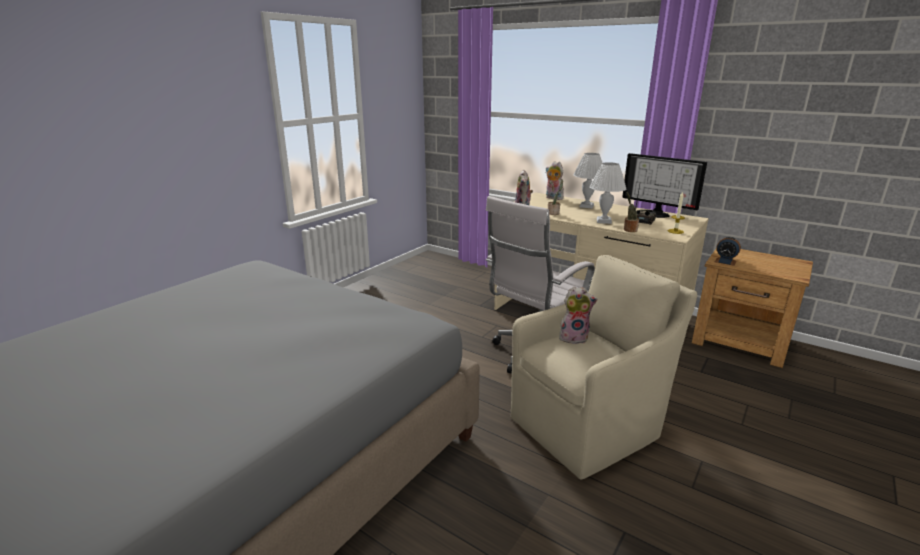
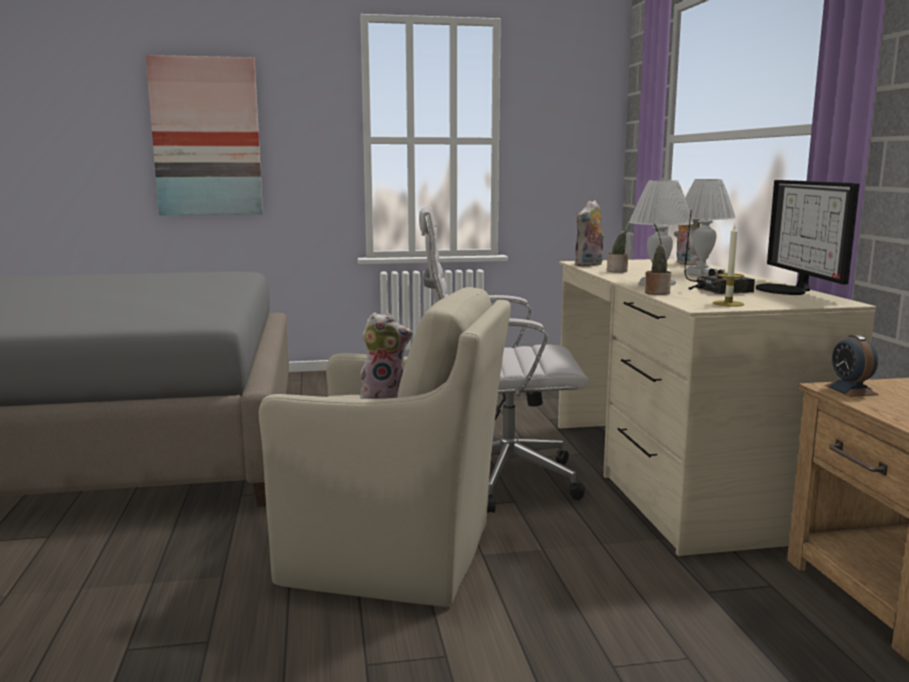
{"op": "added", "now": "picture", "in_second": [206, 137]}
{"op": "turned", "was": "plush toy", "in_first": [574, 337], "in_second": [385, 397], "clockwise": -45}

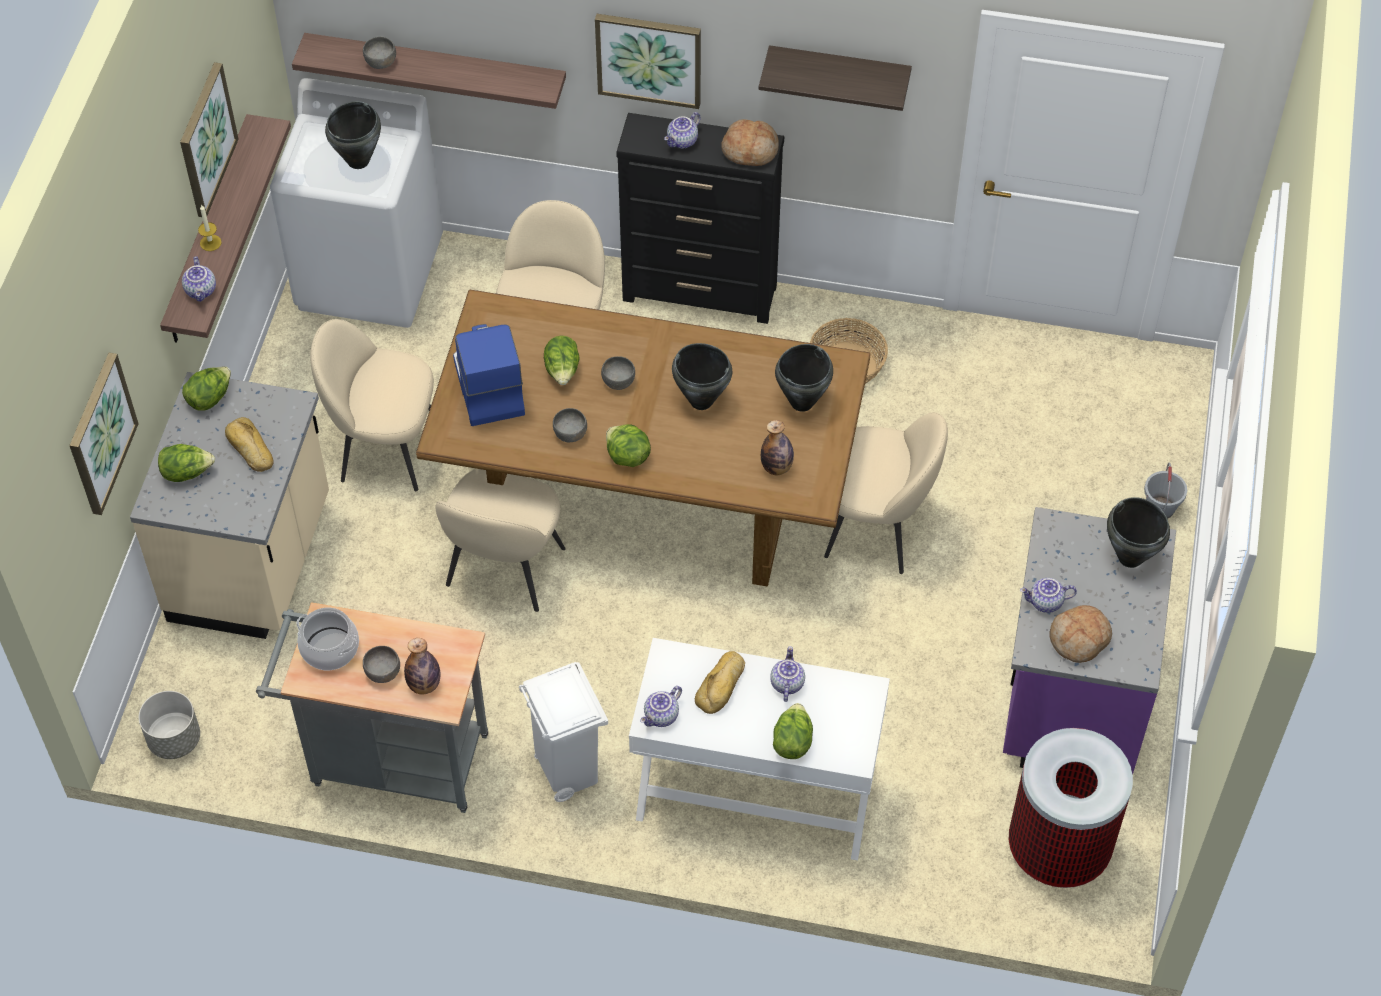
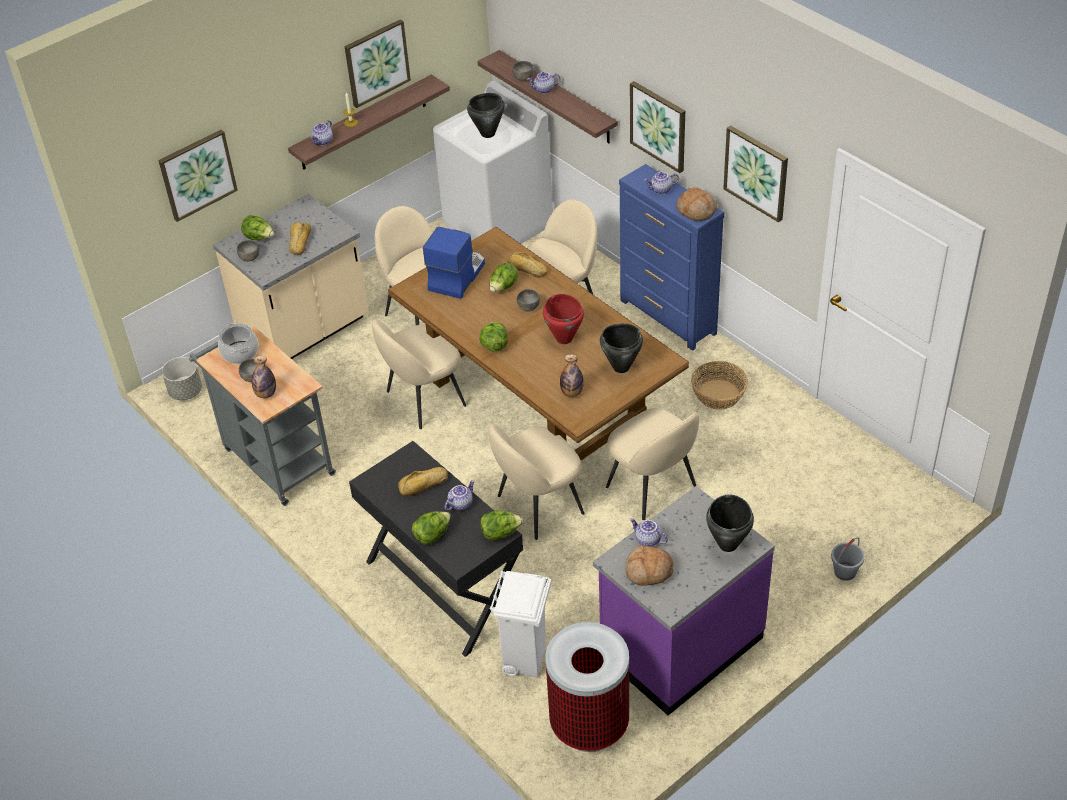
{"op": "added", "now": "beige chair", "in_second": [538, 506]}
{"op": "added", "now": "bread", "in_second": [526, 268]}
{"op": "moved", "was": "lettuce", "in_first": [210, 398], "in_second": [500, 533]}
{"op": "moved", "was": "white trash can", "in_first": [567, 772], "in_second": [525, 660]}
{"op": "moved", "was": "grey bowl", "in_first": [570, 433], "in_second": [249, 257]}
{"op": "moved", "was": "teapot", "in_first": [661, 716], "in_second": [544, 90]}
{"op": "replaced", "was": "shelf", "now": "picture", "in_first": [838, 73], "in_second": [756, 172]}
{"op": "recoloured", "was": "black dresser", "now": "blue dresser", "in_first": [701, 294], "in_second": [668, 317]}
{"op": "recoloured", "was": "white desk", "now": "black desk", "in_first": [755, 793], "in_second": [443, 587]}
{"op": "recoloured", "was": "black cooking pot", "now": "red cooking pot", "in_first": [701, 400], "in_second": [564, 338]}

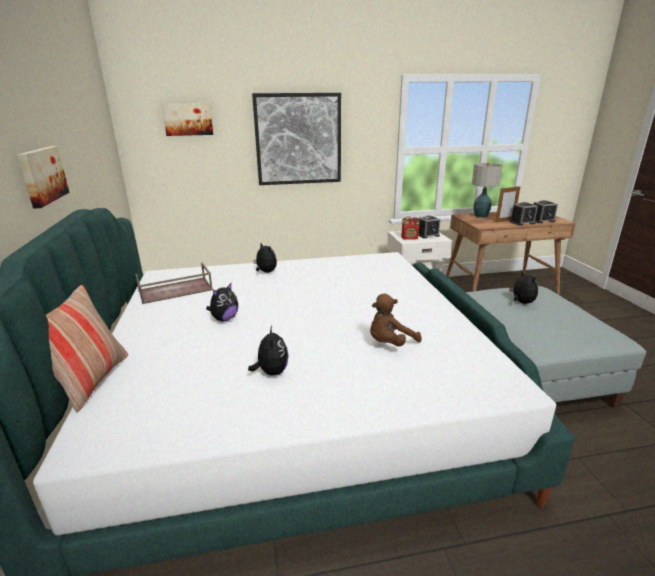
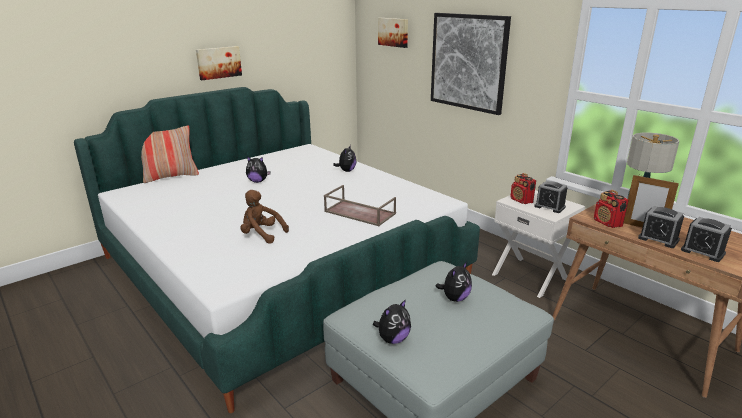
{"op": "added", "now": "radio", "in_second": [608, 223]}
{"op": "moved", "was": "brown tray", "in_first": [175, 291], "in_second": [358, 213]}
{"op": "moved", "was": "plush toy", "in_first": [271, 372], "in_second": [393, 339]}

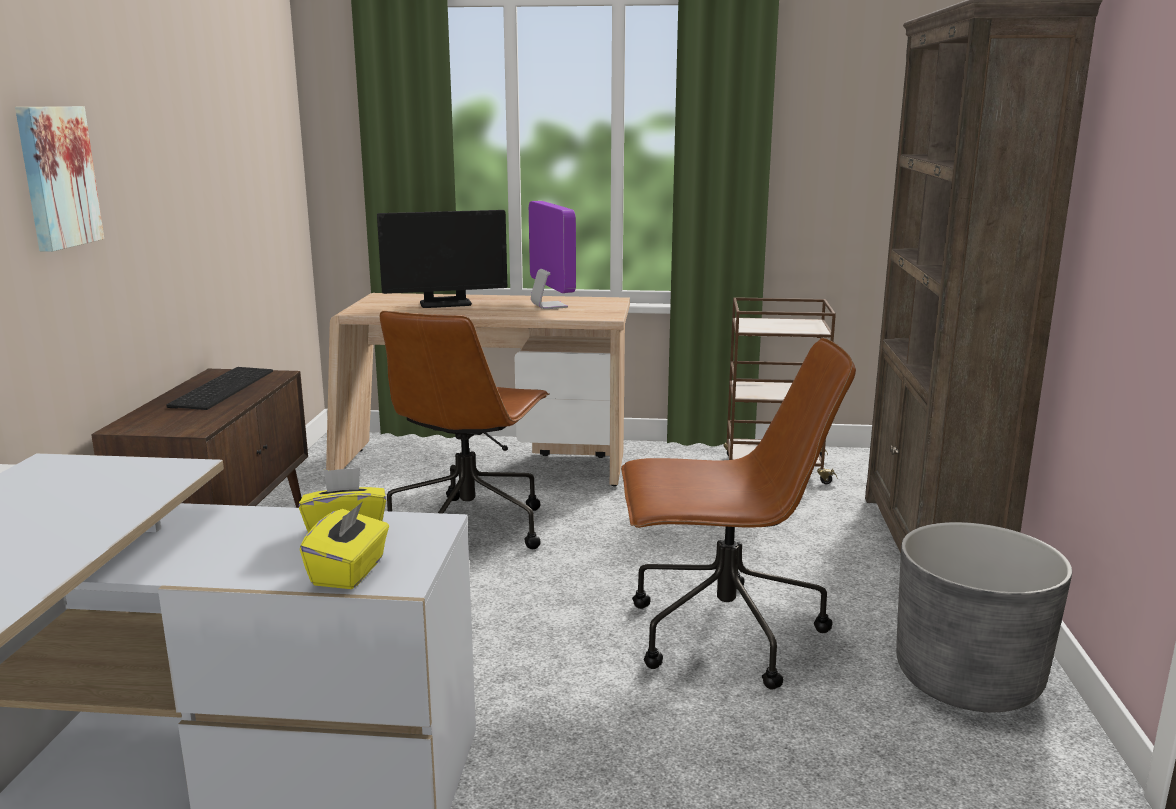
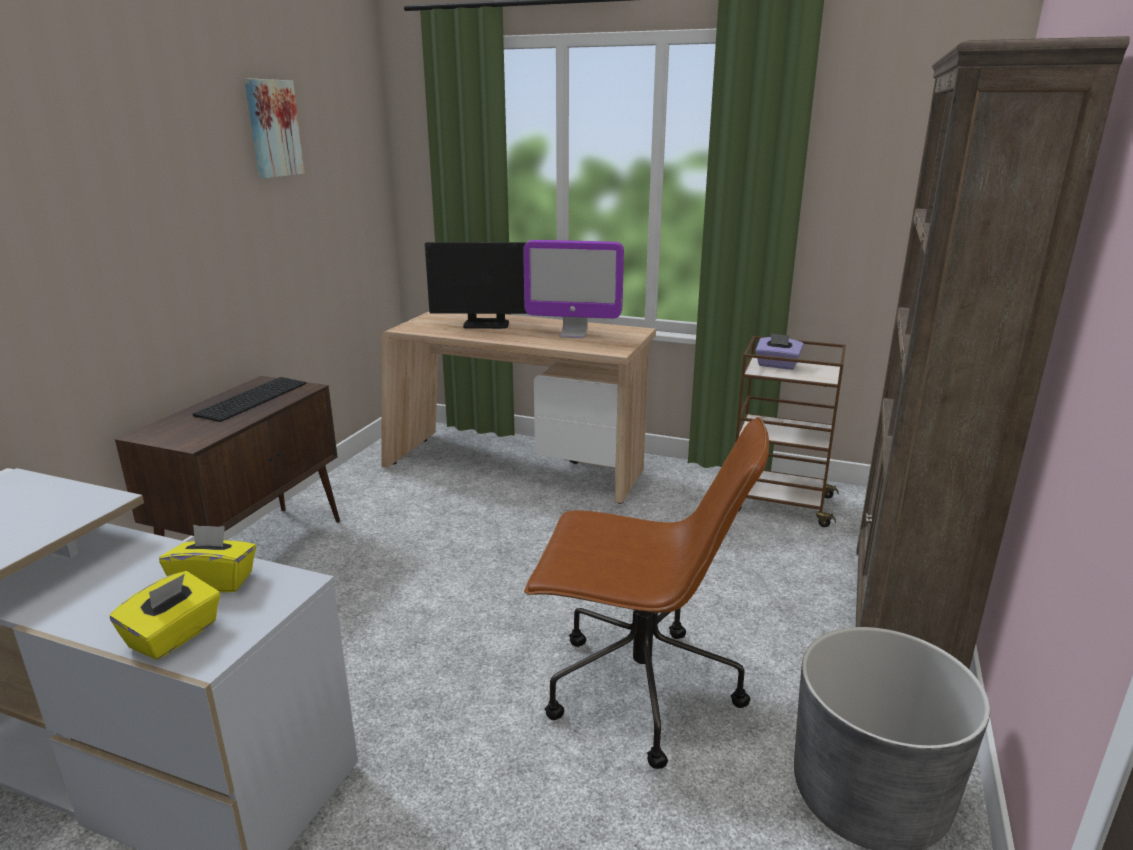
{"op": "removed", "was": "brown office chair", "in_first": [469, 527]}
{"op": "added", "now": "purple tissue box", "in_second": [777, 365]}
{"op": "moved", "was": "picture", "in_first": [56, 177], "in_second": [272, 128]}
{"op": "turned", "was": "monitor", "in_first": [549, 306], "in_second": [573, 334], "clockwise": 105}

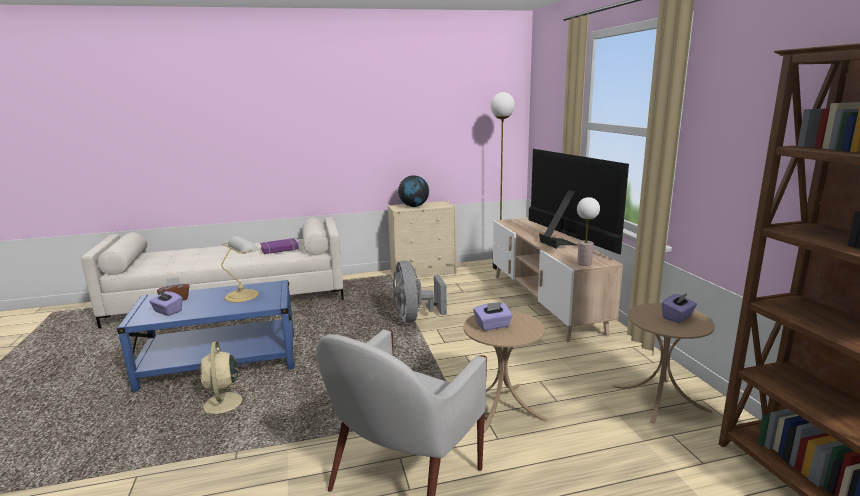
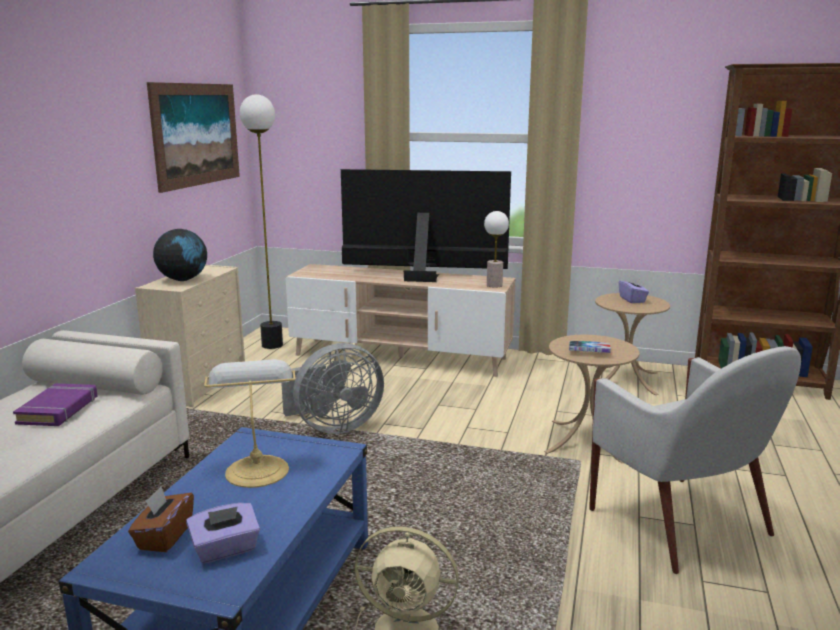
{"op": "added", "now": "picture", "in_second": [196, 134]}
{"op": "replaced", "was": "purple tissue box", "now": "book", "in_first": [493, 326], "in_second": [589, 351]}
{"op": "turned", "was": "grey fan", "in_first": [415, 318], "in_second": [333, 427], "clockwise": -45}

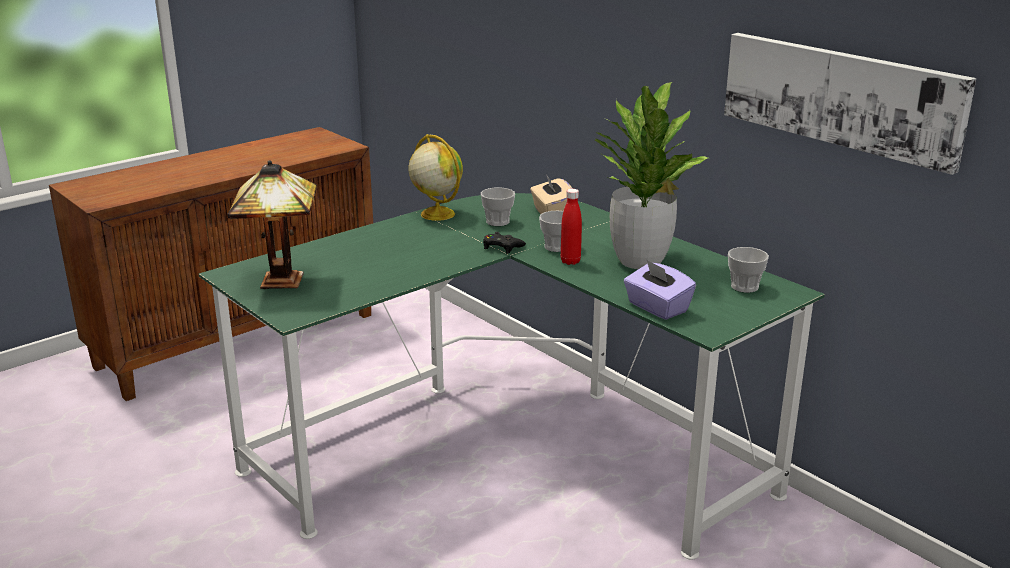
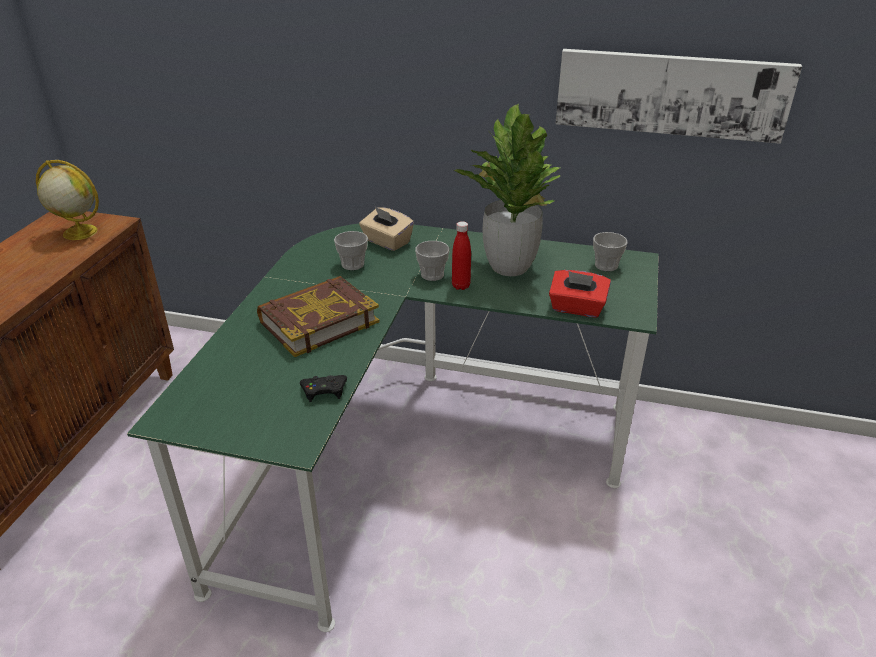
{"op": "removed", "was": "table lamp", "in_first": [283, 282]}
{"op": "added", "now": "book", "in_second": [318, 321]}
{"op": "moved", "was": "globe", "in_first": [436, 214], "in_second": [79, 232]}
{"op": "moved", "was": "black game controller", "in_first": [502, 247], "in_second": [324, 390]}
{"op": "recoloured", "was": "purple tissue box", "now": "red tissue box", "in_first": [657, 308], "in_second": [577, 308]}

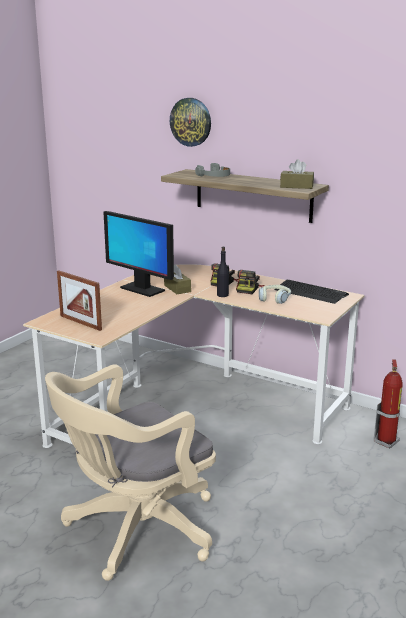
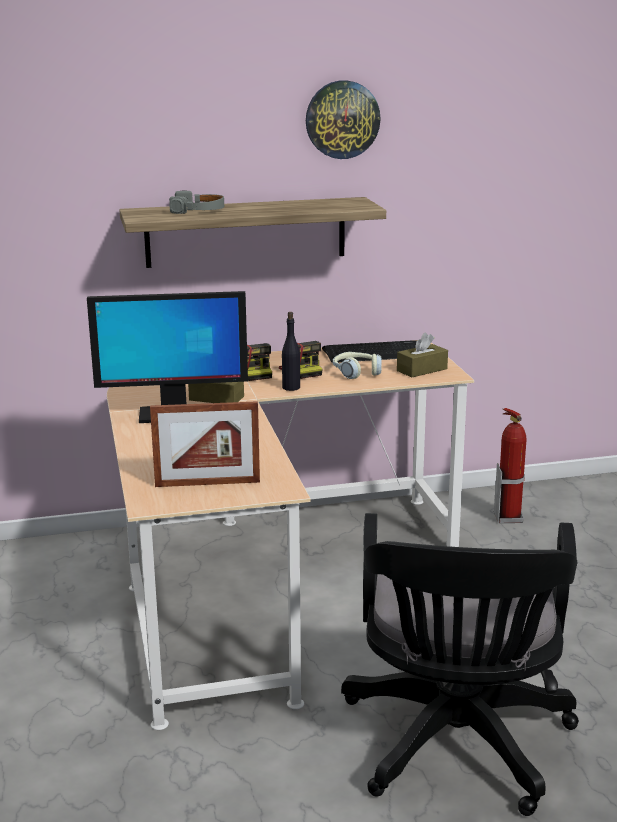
{"op": "moved", "was": "wall clock", "in_first": [191, 122], "in_second": [342, 119]}
{"op": "moved", "was": "brown tissue box", "in_first": [296, 186], "in_second": [422, 370]}
{"op": "recoloured", "was": "beige office chair", "now": "black office chair", "in_first": [135, 530], "in_second": [456, 747]}

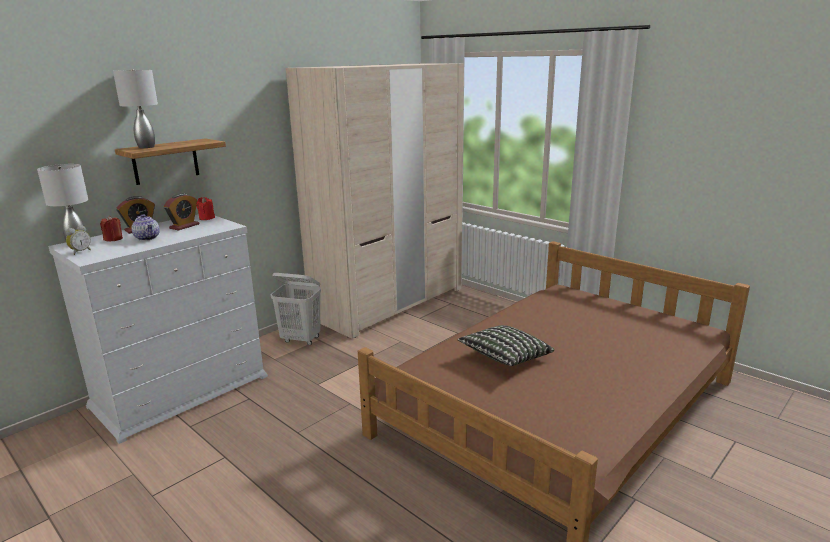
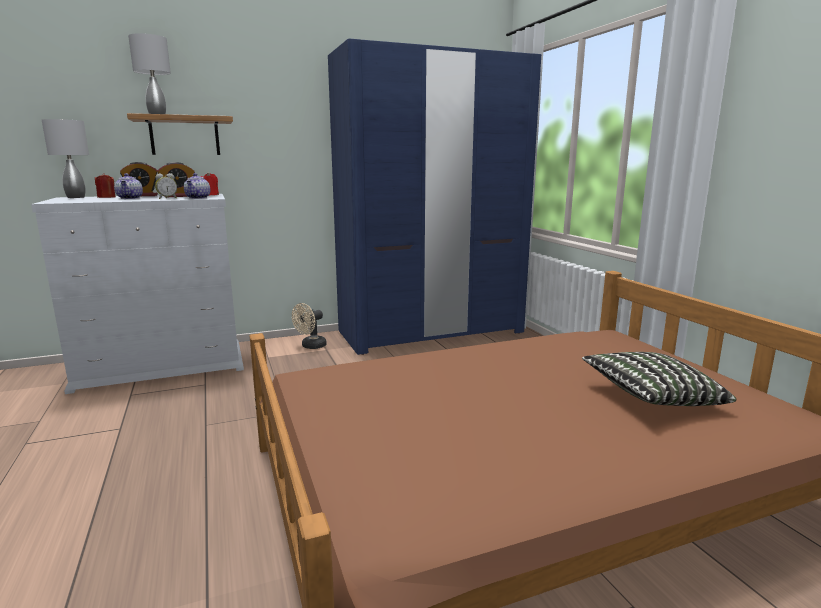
{"op": "added", "now": "teapot", "in_second": [198, 198]}
{"op": "moved", "was": "alarm clock", "in_first": [80, 252], "in_second": [167, 198]}
{"op": "moved", "was": "pillow", "in_first": [505, 358], "in_second": [651, 398]}
{"op": "replaced", "was": "white laundry basket", "now": "beige fan", "in_first": [301, 339], "in_second": [311, 346]}
{"op": "recoloured", "was": "beige wardrobe", "now": "blue wardrobe", "in_first": [389, 303], "in_second": [431, 332]}

